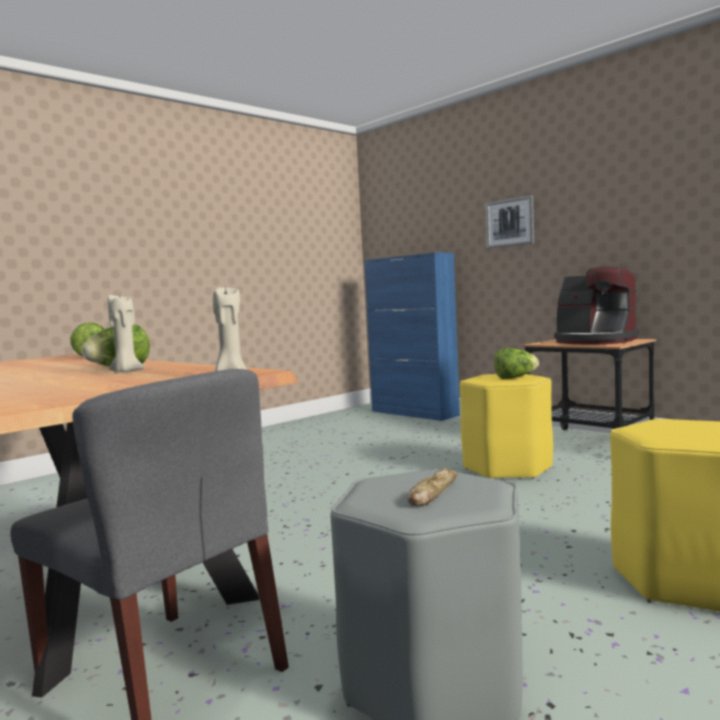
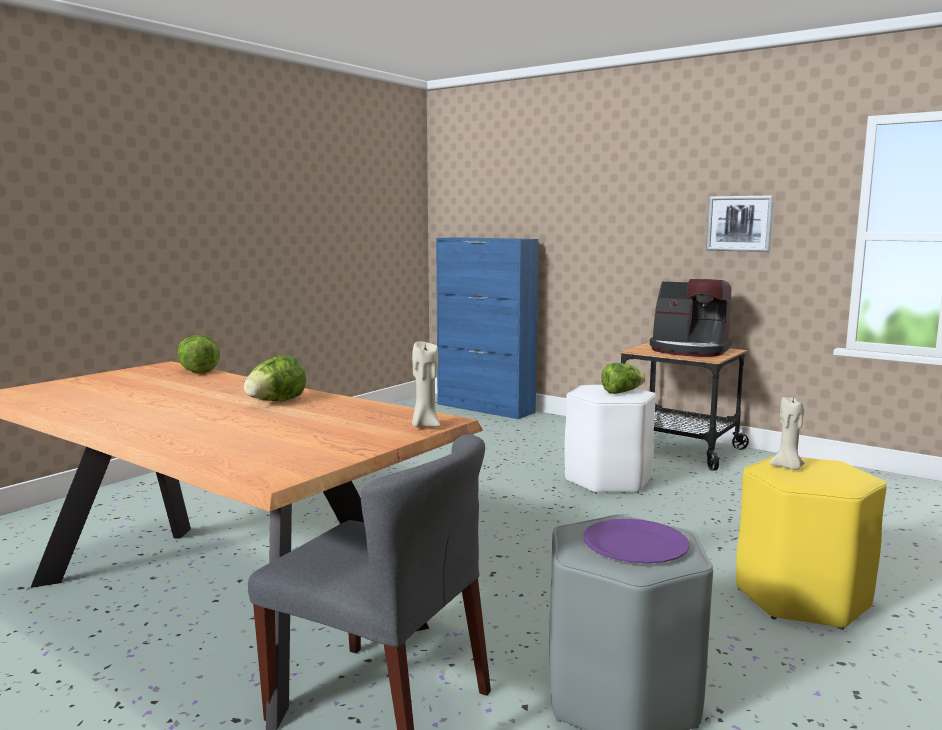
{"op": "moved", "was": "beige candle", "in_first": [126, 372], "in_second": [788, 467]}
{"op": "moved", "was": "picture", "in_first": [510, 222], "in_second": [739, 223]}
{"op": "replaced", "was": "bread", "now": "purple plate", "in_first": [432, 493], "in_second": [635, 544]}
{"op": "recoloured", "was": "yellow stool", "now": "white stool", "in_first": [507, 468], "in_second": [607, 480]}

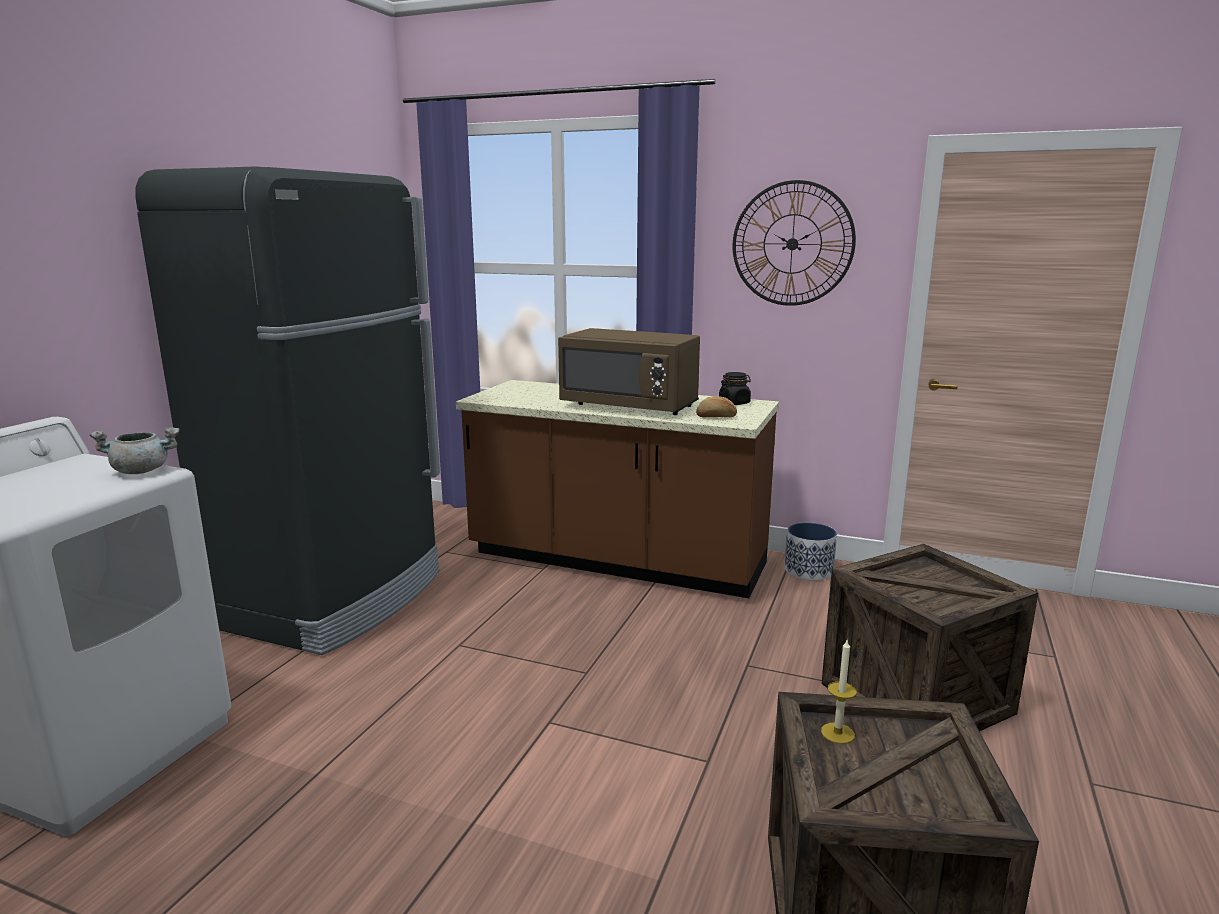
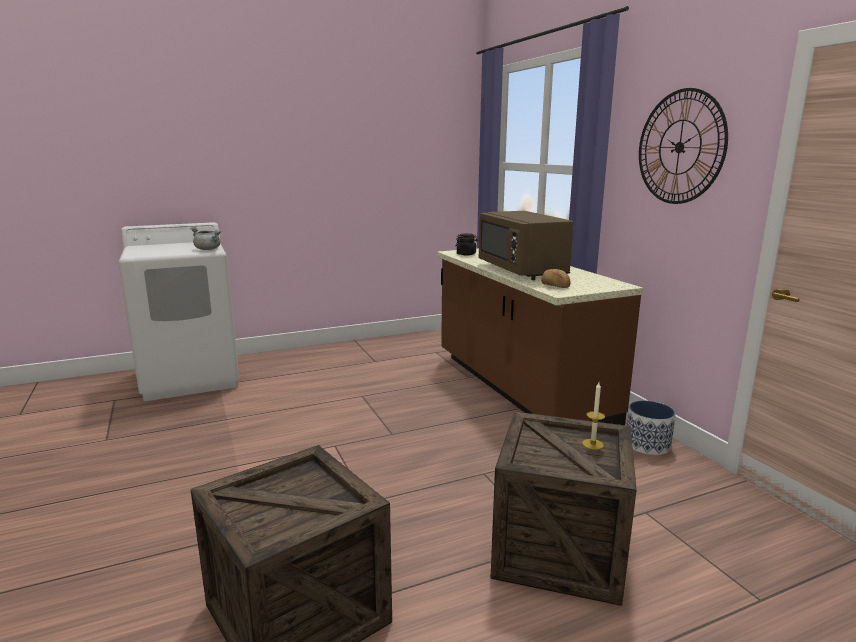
{"op": "removed", "was": "black fridge", "in_first": [335, 599]}
{"op": "moved", "was": "black jar", "in_first": [734, 403], "in_second": [466, 254]}
{"op": "moved", "was": "candle", "in_first": [837, 733], "in_second": [592, 444]}

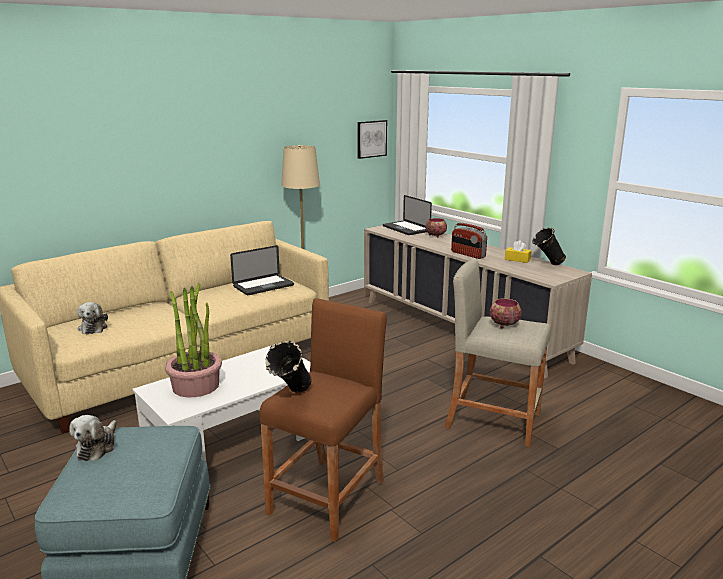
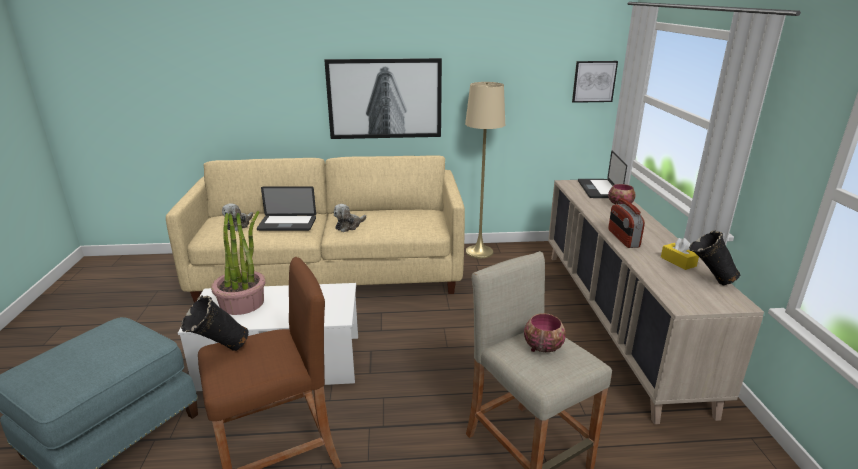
{"op": "added", "now": "picture", "in_second": [384, 99]}
{"op": "moved", "was": "plush toy", "in_first": [97, 447], "in_second": [349, 226]}
{"op": "moved", "was": "laptop", "in_first": [263, 286], "in_second": [287, 224]}

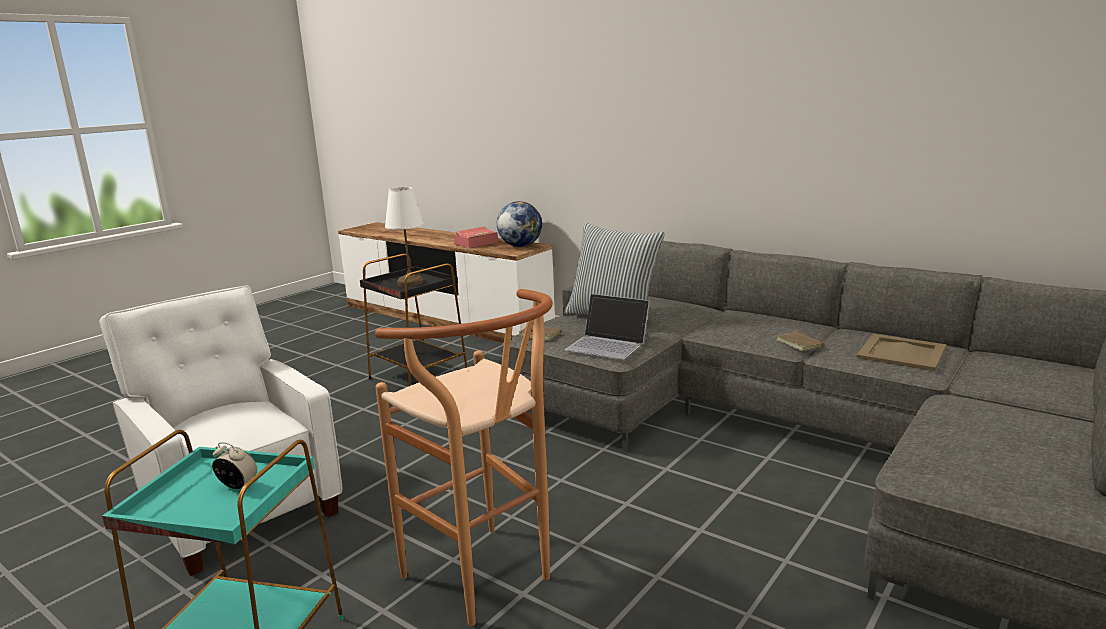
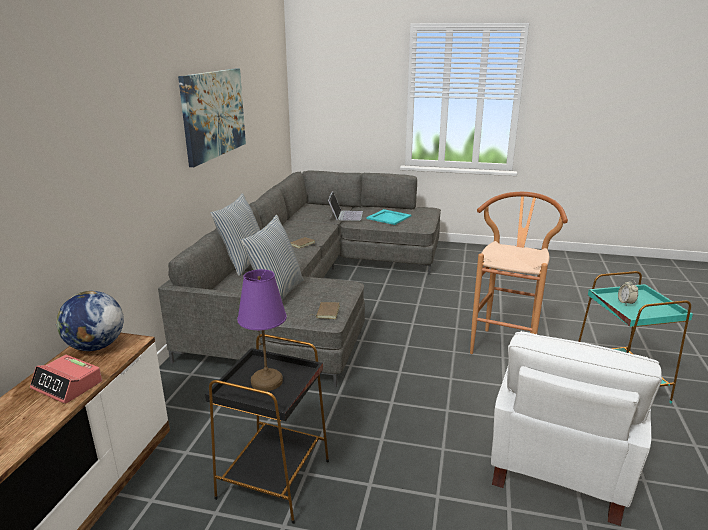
{"op": "removed", "was": "beige tray", "in_first": [901, 352]}
{"op": "added", "now": "picture", "in_second": [213, 114]}
{"op": "added", "now": "pillow", "in_second": [243, 262]}
{"op": "added", "now": "turquoise tray", "in_second": [388, 217]}
{"op": "moved", "was": "laptop", "in_first": [608, 344], "in_second": [345, 215]}
{"op": "recoloured", "was": "white table lamp", "now": "purple table lamp", "in_first": [410, 283], "in_second": [267, 381]}

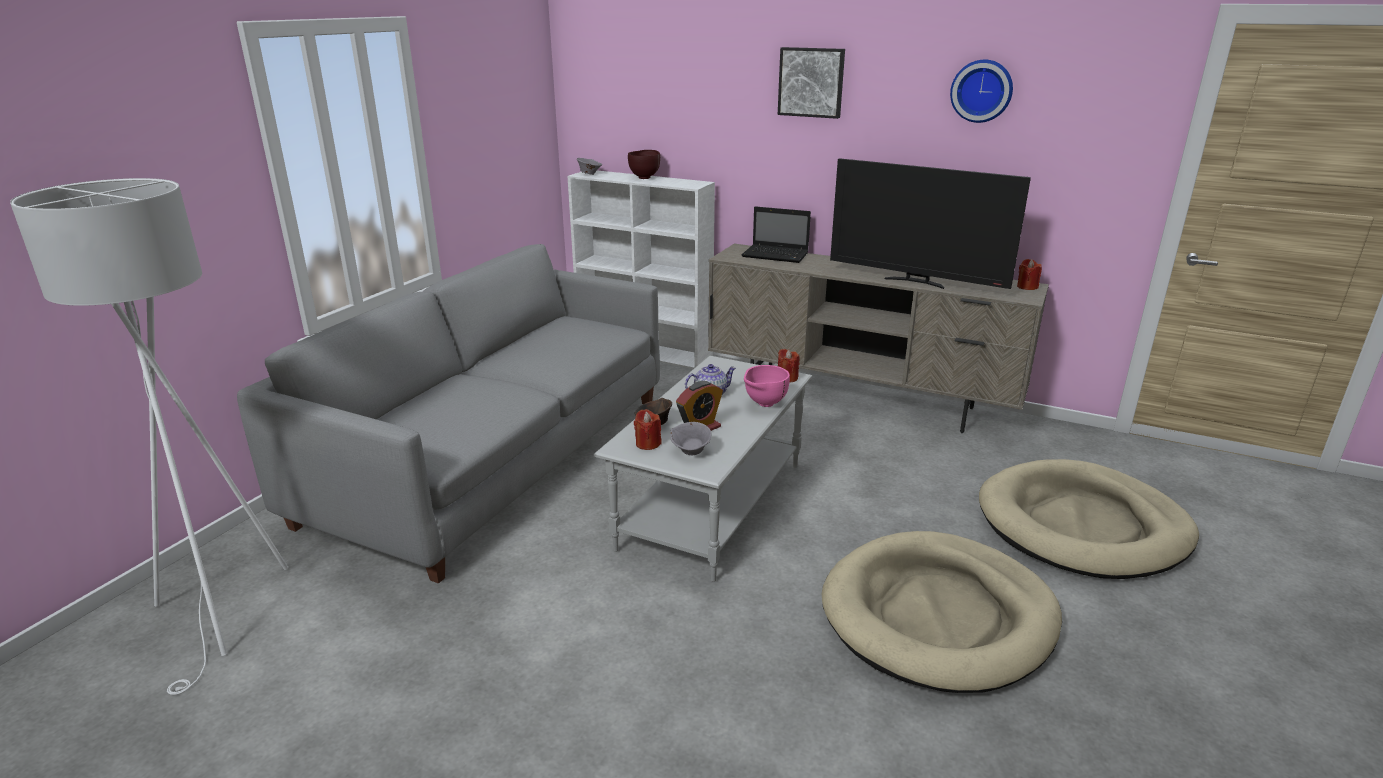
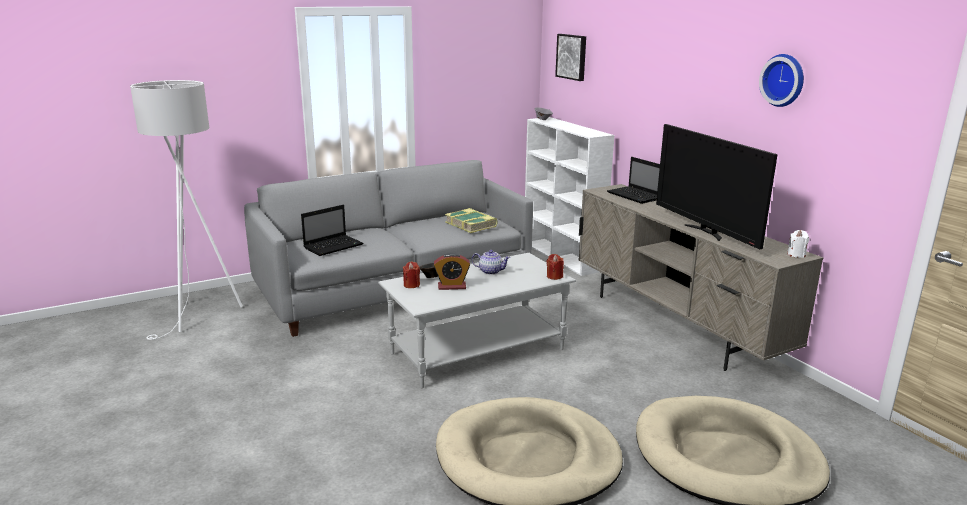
{"op": "removed", "was": "brown bowl", "in_first": [645, 177]}
{"op": "removed", "was": "grey bowl", "in_first": [691, 452]}
{"op": "removed", "was": "pink bowl", "in_first": [764, 404]}
{"op": "added", "now": "laptop", "in_second": [334, 246]}
{"op": "added", "now": "book", "in_second": [471, 225]}
{"op": "moved", "was": "picture", "in_first": [811, 82], "in_second": [572, 57]}
{"op": "recoloured", "was": "red candle", "now": "white candle", "in_first": [1027, 287], "in_second": [796, 254]}

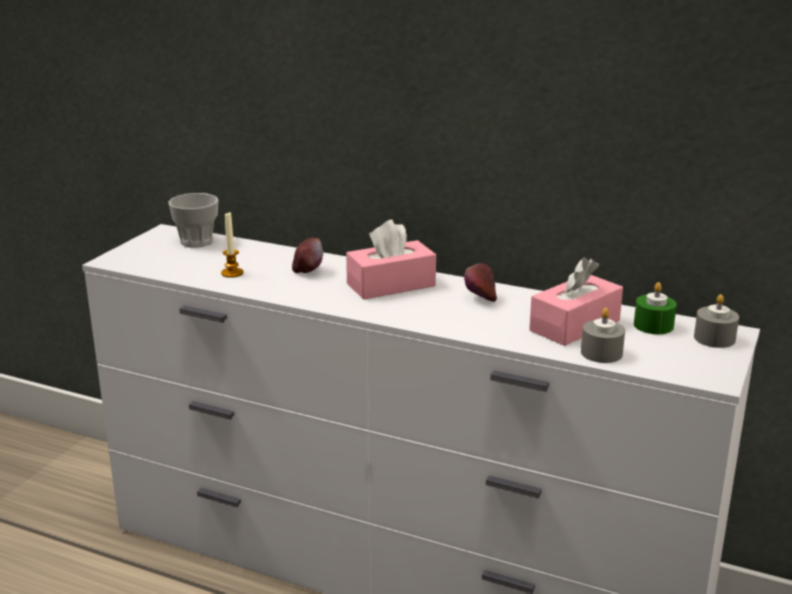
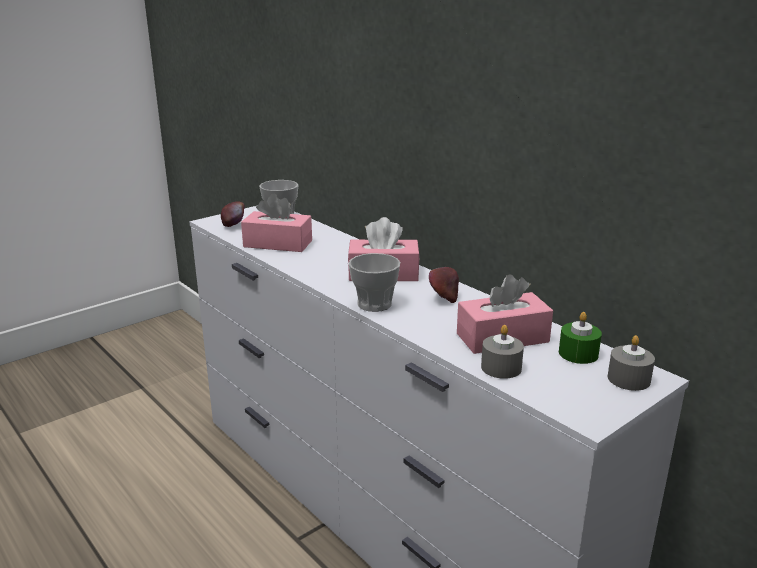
{"op": "added", "now": "cup", "in_second": [374, 304]}
{"op": "moved", "was": "apple", "in_first": [308, 271], "in_second": [234, 226]}
{"op": "replaced", "was": "candle", "now": "pink tissue box", "in_first": [232, 273], "in_second": [278, 244]}

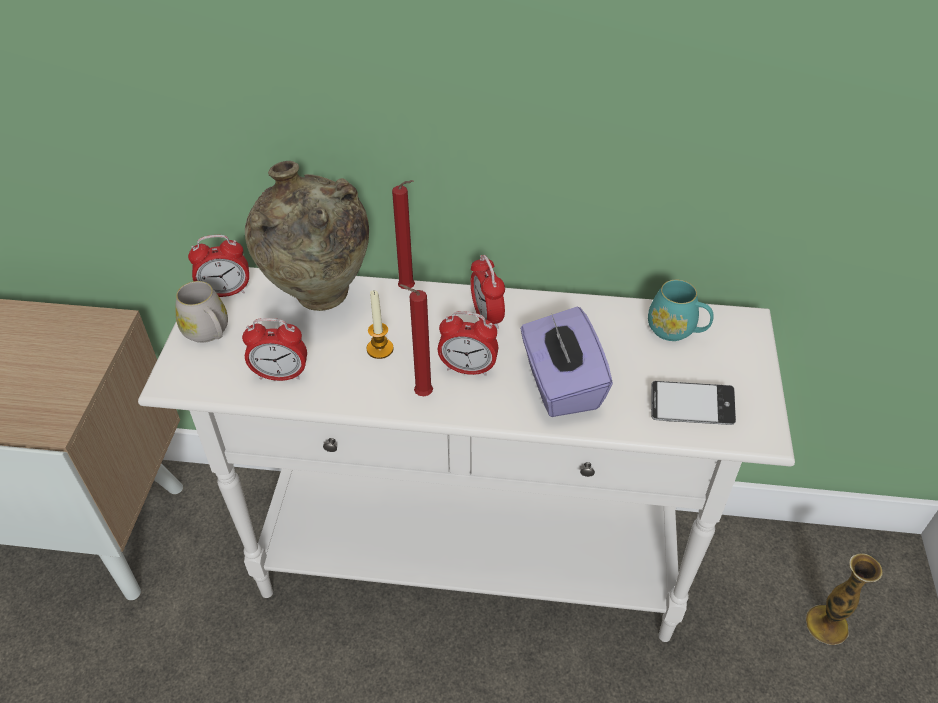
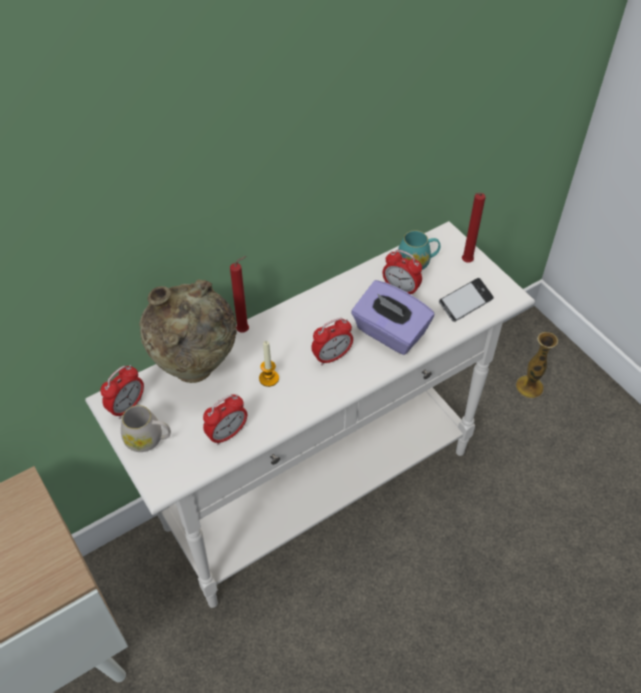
{"op": "moved", "was": "red candle", "in_first": [420, 394], "in_second": [465, 262]}
{"op": "moved", "was": "alarm clock", "in_first": [486, 317], "in_second": [400, 289]}

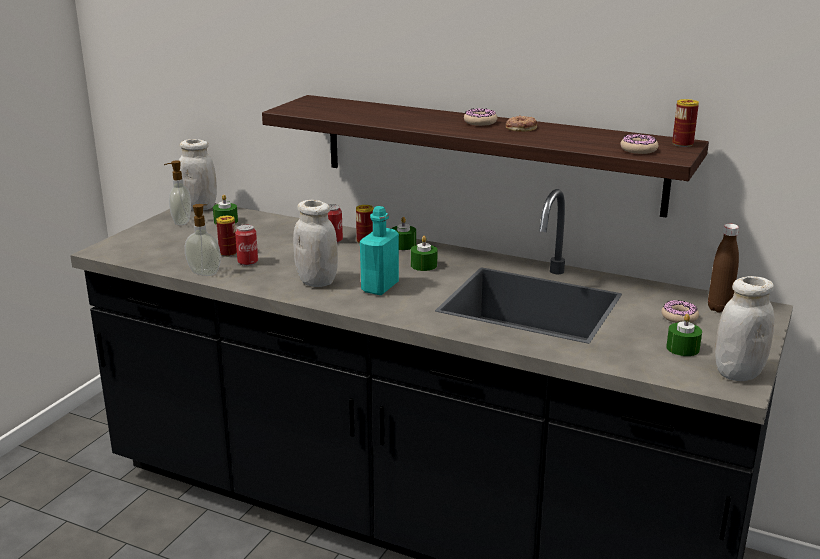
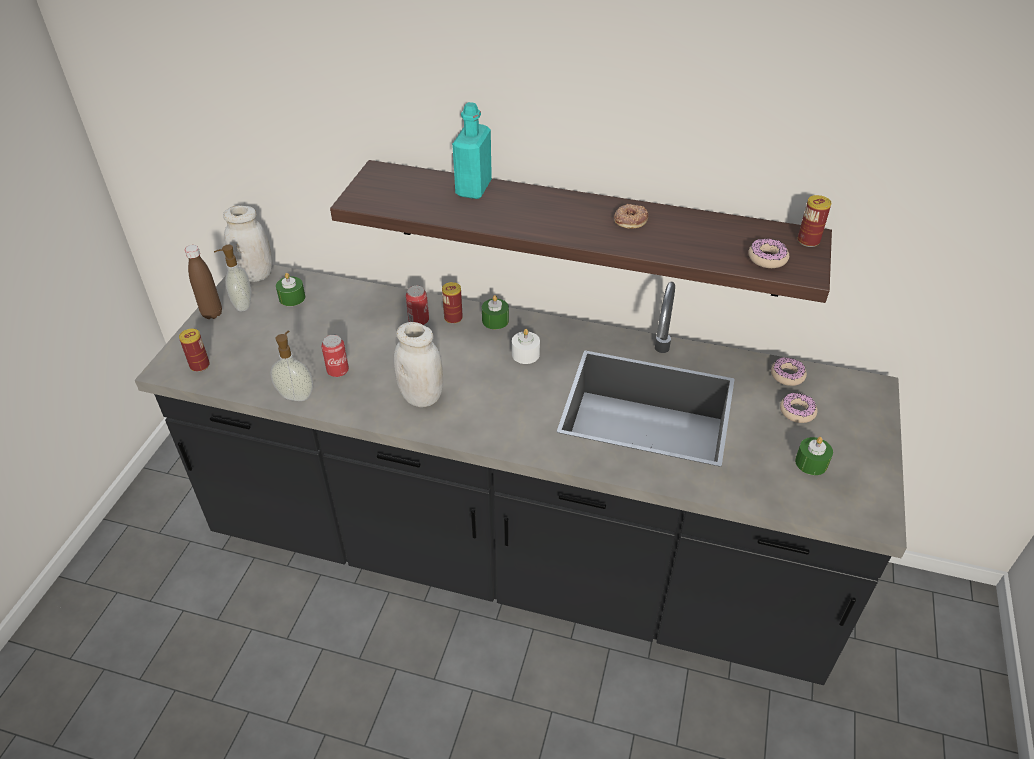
{"op": "removed", "was": "white jar", "in_first": [738, 373]}
{"op": "moved", "was": "can", "in_first": [228, 253], "in_second": [200, 365]}
{"op": "moved", "was": "turquoise bottle", "in_first": [380, 287], "in_second": [473, 188]}
{"op": "moved", "was": "donut", "in_first": [480, 122], "in_second": [787, 375]}
{"op": "moved", "was": "brown bottle", "in_first": [719, 308], "in_second": [212, 313]}
{"op": "recoloured", "was": "green candle", "now": "white candle", "in_first": [423, 265], "in_second": [525, 354]}

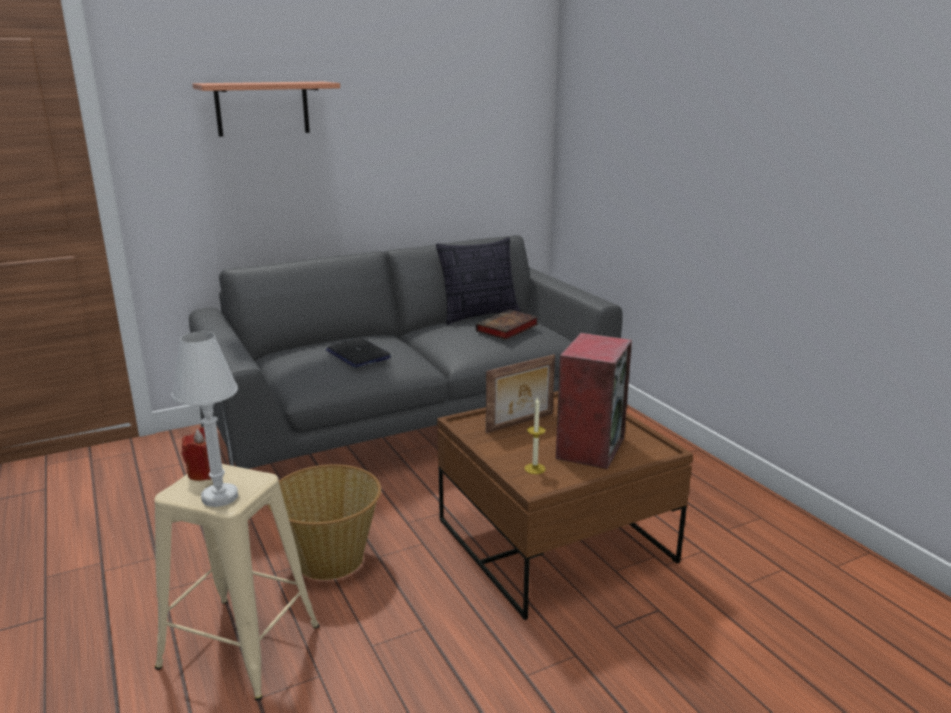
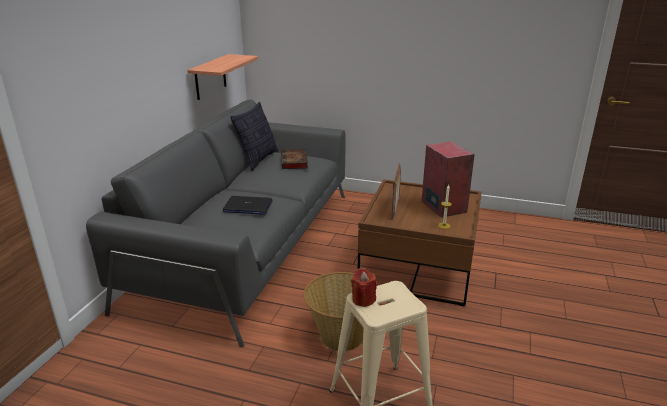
{"op": "removed", "was": "white table lamp", "in_first": [220, 497]}
{"op": "moved", "was": "shelf", "in_first": [262, 108], "in_second": [210, 77]}

